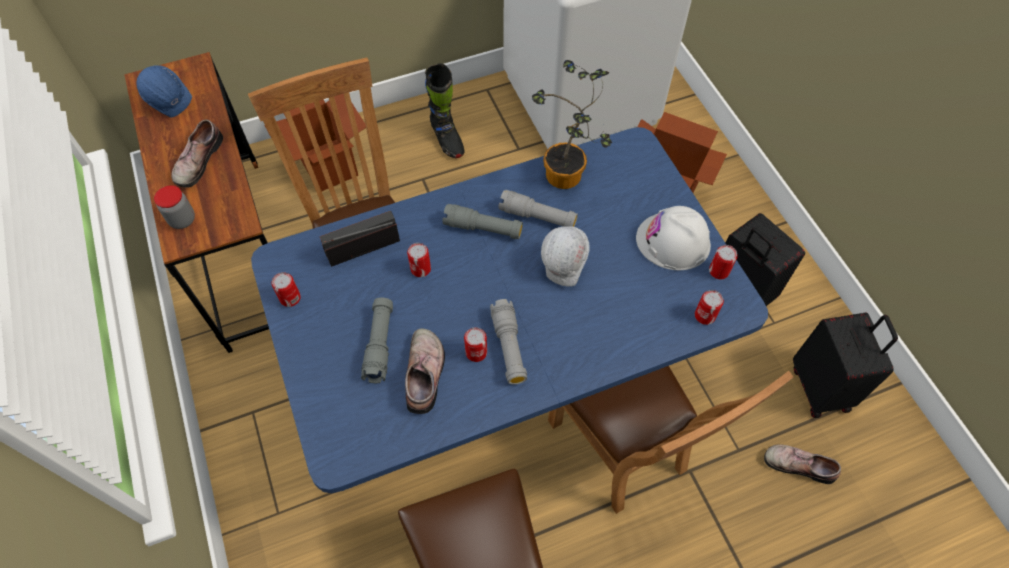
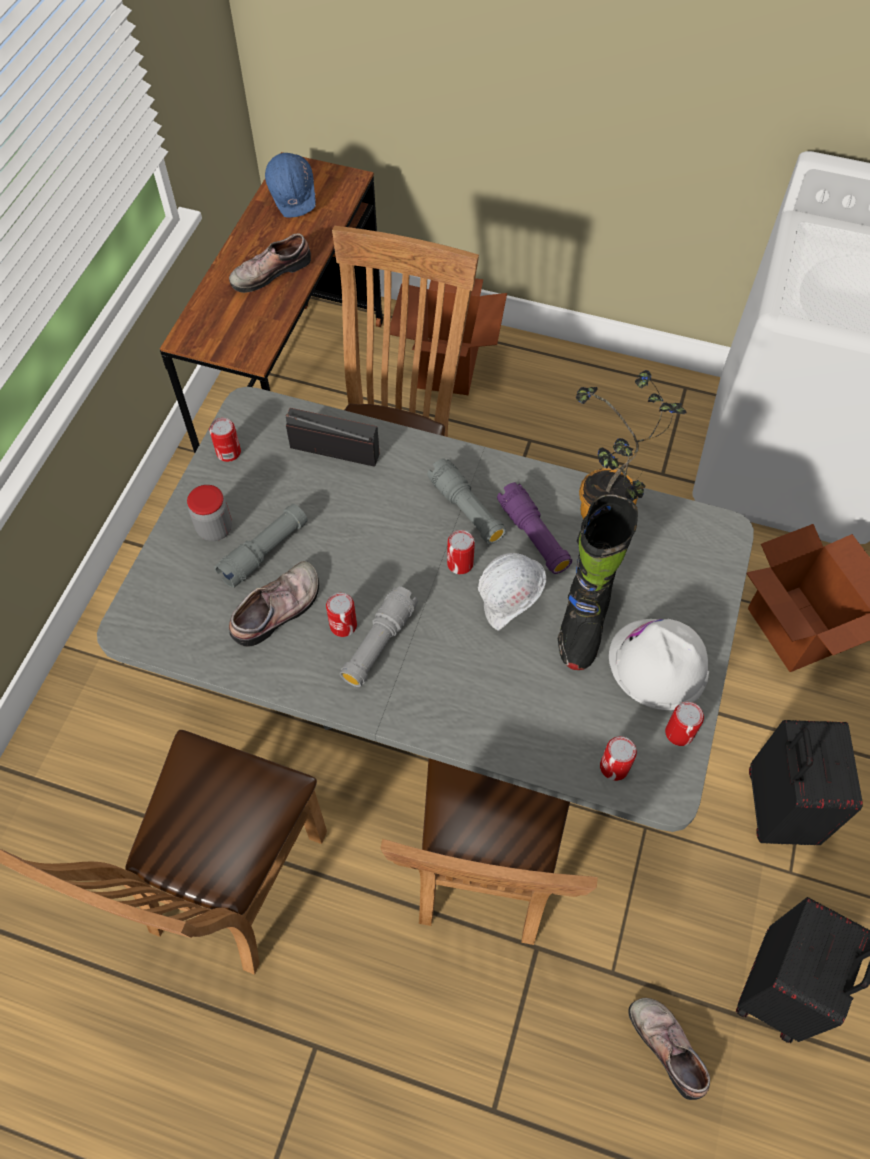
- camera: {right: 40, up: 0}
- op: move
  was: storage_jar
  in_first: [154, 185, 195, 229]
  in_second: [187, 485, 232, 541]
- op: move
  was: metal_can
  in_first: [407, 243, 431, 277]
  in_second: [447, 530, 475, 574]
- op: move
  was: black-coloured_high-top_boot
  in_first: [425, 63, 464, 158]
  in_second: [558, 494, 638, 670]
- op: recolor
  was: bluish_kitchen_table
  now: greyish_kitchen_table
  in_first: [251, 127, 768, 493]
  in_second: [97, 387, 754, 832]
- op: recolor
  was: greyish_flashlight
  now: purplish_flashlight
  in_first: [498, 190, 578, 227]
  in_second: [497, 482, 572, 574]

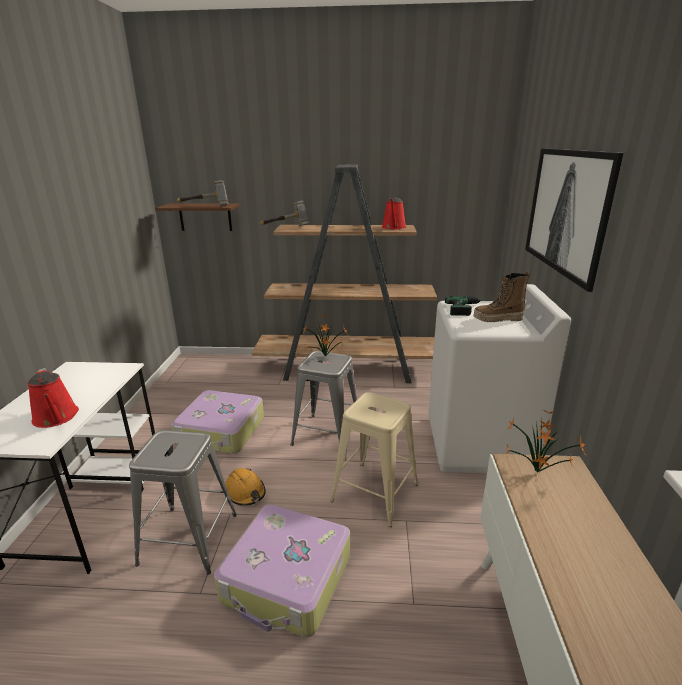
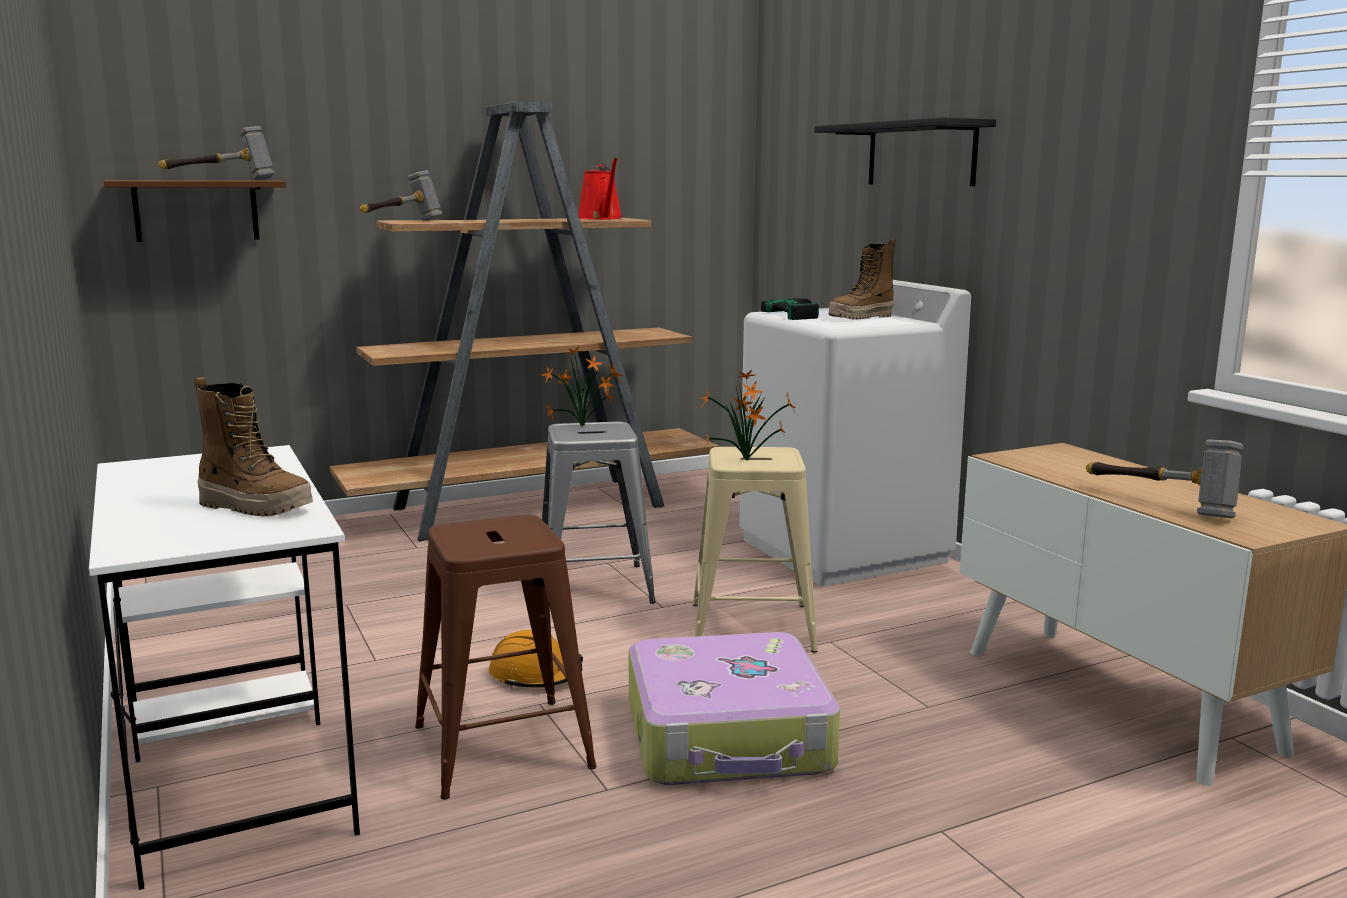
- camera: {right: -30, up: -10}
- op: delete
  was: travel_case
  in_first: [171, 390, 264, 454]
- op: insert
  now: hammer
  in_second: [1085, 439, 1243, 518]
- op: move
  was: potted_plant
  in_first: [506, 409, 587, 473]
  in_second: [702, 369, 796, 461]
- op: replace
  was: red-coloured_watering_can
  now: high-top_boot
  in_first: [27, 368, 79, 428]
  in_second: [195, 377, 313, 517]
- op: replace
  was: wall_art
  now: black-coloured_wall_shelf
  in_first: [525, 148, 624, 292]
  in_second: [815, 117, 996, 186]
- op: recolor
  was: greyish_stool
  now: brown_stool
  in_first: [129, 430, 237, 574]
  in_second: [415, 515, 597, 799]

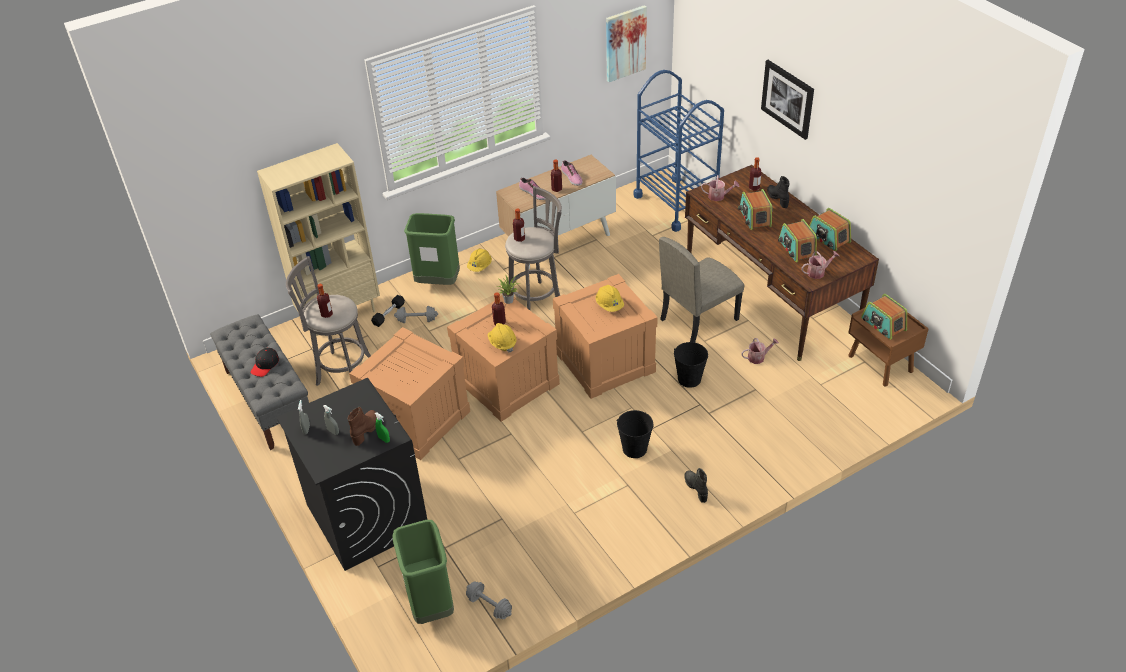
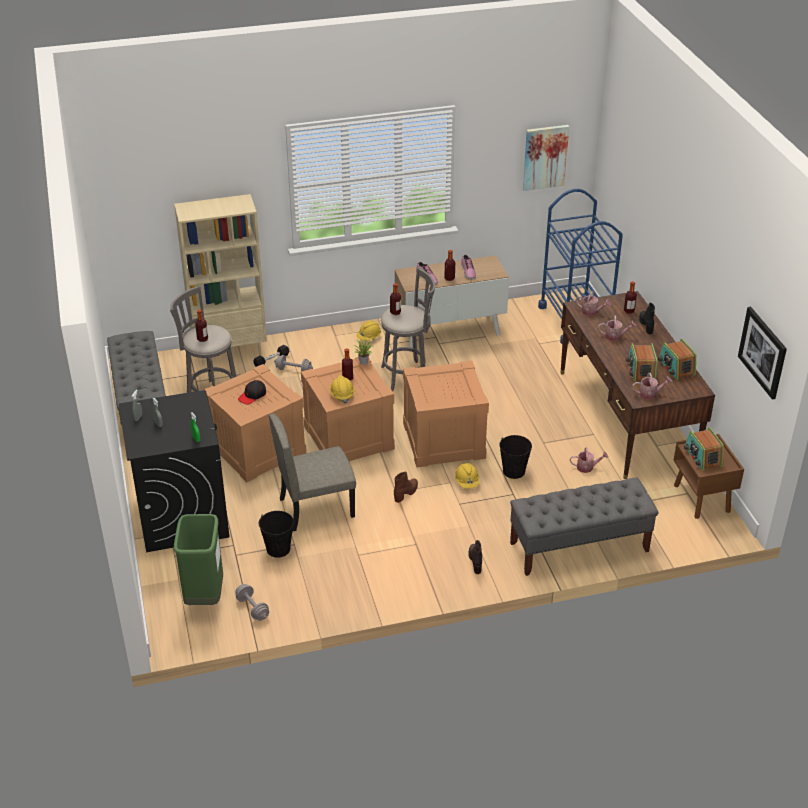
- camera: {right: 15, up: -5}
- op: delete
  was: green_waste_bin
  in_first: [404, 213, 460, 285]
- op: insert
  now: greyish_bench
  in_second: [510, 477, 658, 576]
- op: move
  was: black-coloured_peaked_cap
  in_first: [250, 348, 279, 377]
  in_second: [238, 380, 266, 405]
- op: move
  was: brown_high-top_boot
  in_first: [348, 406, 377, 446]
  in_second: [394, 472, 418, 503]
- op: move
  was: yellow_safety_helmet
  in_first: [596, 285, 624, 312]
  in_second: [455, 463, 479, 489]
- op: move
  was: black-coloured_pail
  in_first: [617, 410, 654, 458]
  in_second: [259, 511, 294, 558]
- op: move
  was: sand-coloured_chair
  in_first: [659, 237, 744, 342]
  in_second: [269, 413, 356, 531]
- op: move
  was: wall_art
  in_first: [761, 60, 814, 140]
  in_second: [738, 307, 787, 400]
- op: replace
  was: radio
  now: watering_can
  in_first: [738, 189, 772, 230]
  in_second: [598, 316, 637, 341]

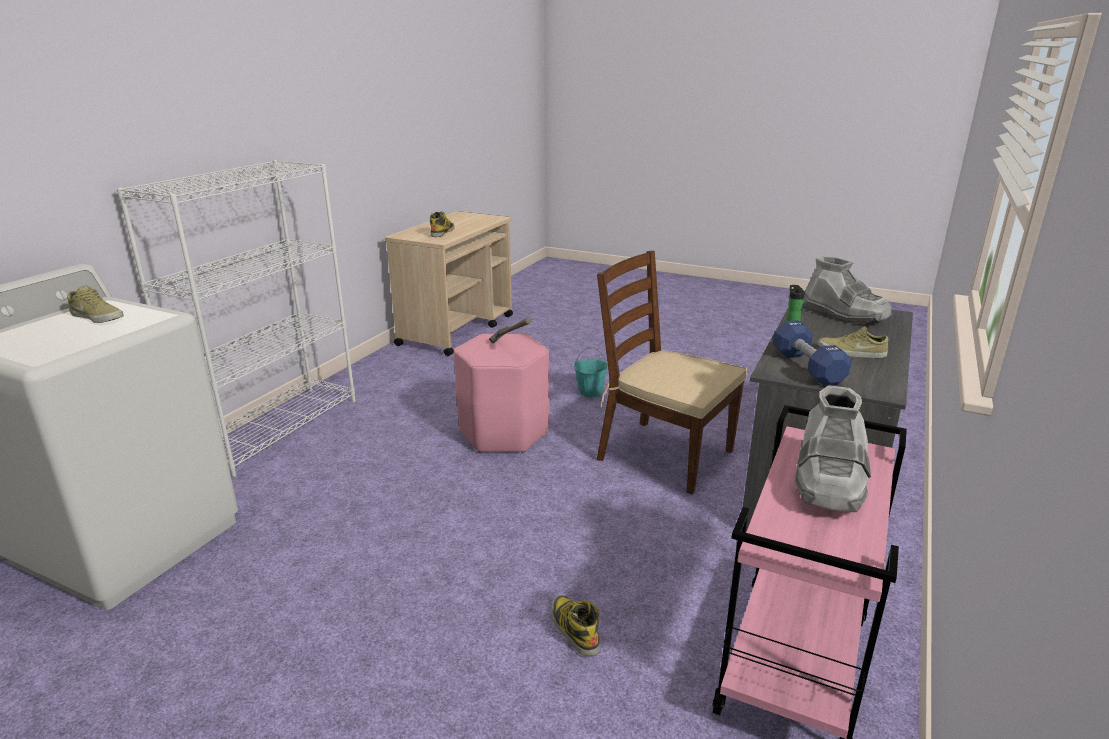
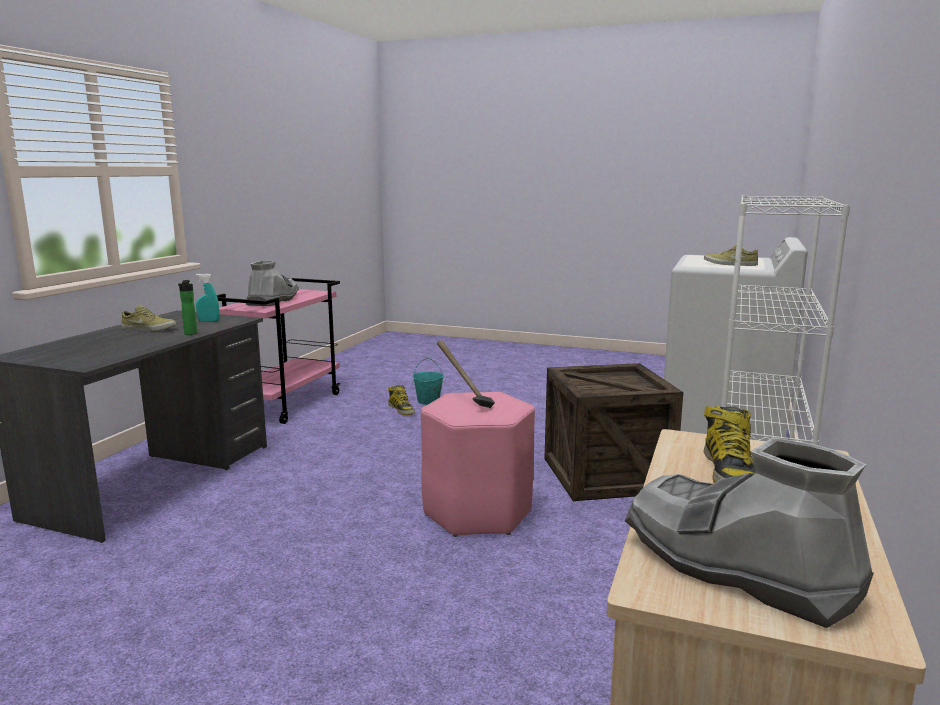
- camera: {right: 175, up: -10}
- op: delete
  was: brown_chair
  in_first: [597, 251, 747, 494]
- op: insert
  now: shipping_crate
  in_second: [544, 363, 683, 501]
- op: move
  was: blue-green_pail
  in_first: [574, 347, 608, 397]
  in_second: [413, 358, 444, 405]
- op: move
  was: greyish_high-top_boot
  in_first: [802, 256, 893, 323]
  in_second: [625, 437, 874, 628]
- op: replace
  was: bluish_hand_weight
  now: blue-green_hand_sprayer
  in_first: [773, 320, 852, 386]
  in_second: [196, 273, 219, 322]

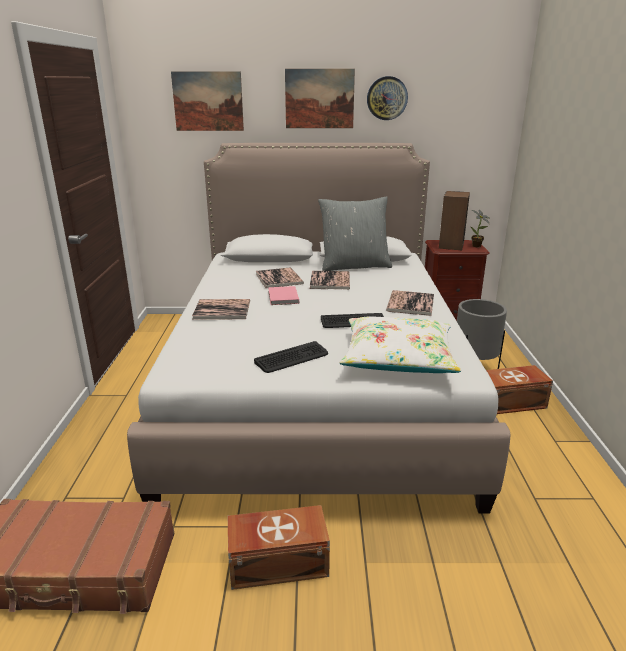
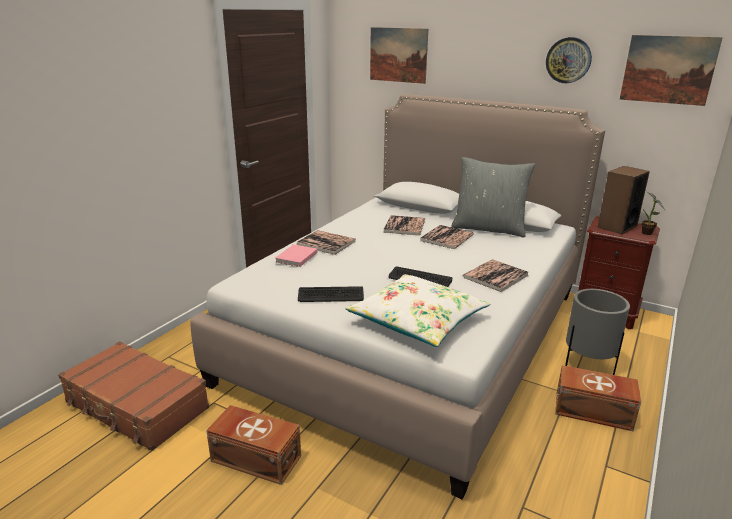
- camera: {right: 30, up: 0}
- op: move
  was: pink_book
  in_first: [268, 286, 299, 305]
  in_second: [275, 244, 317, 267]
- op: move
  was: wall_art
  in_first: [285, 69, 355, 128]
  in_second: [620, 35, 723, 106]

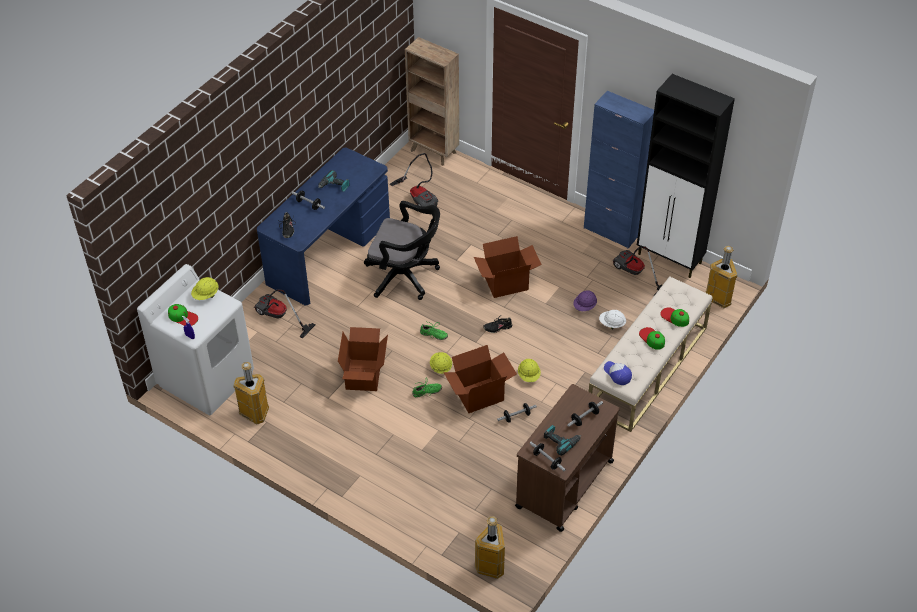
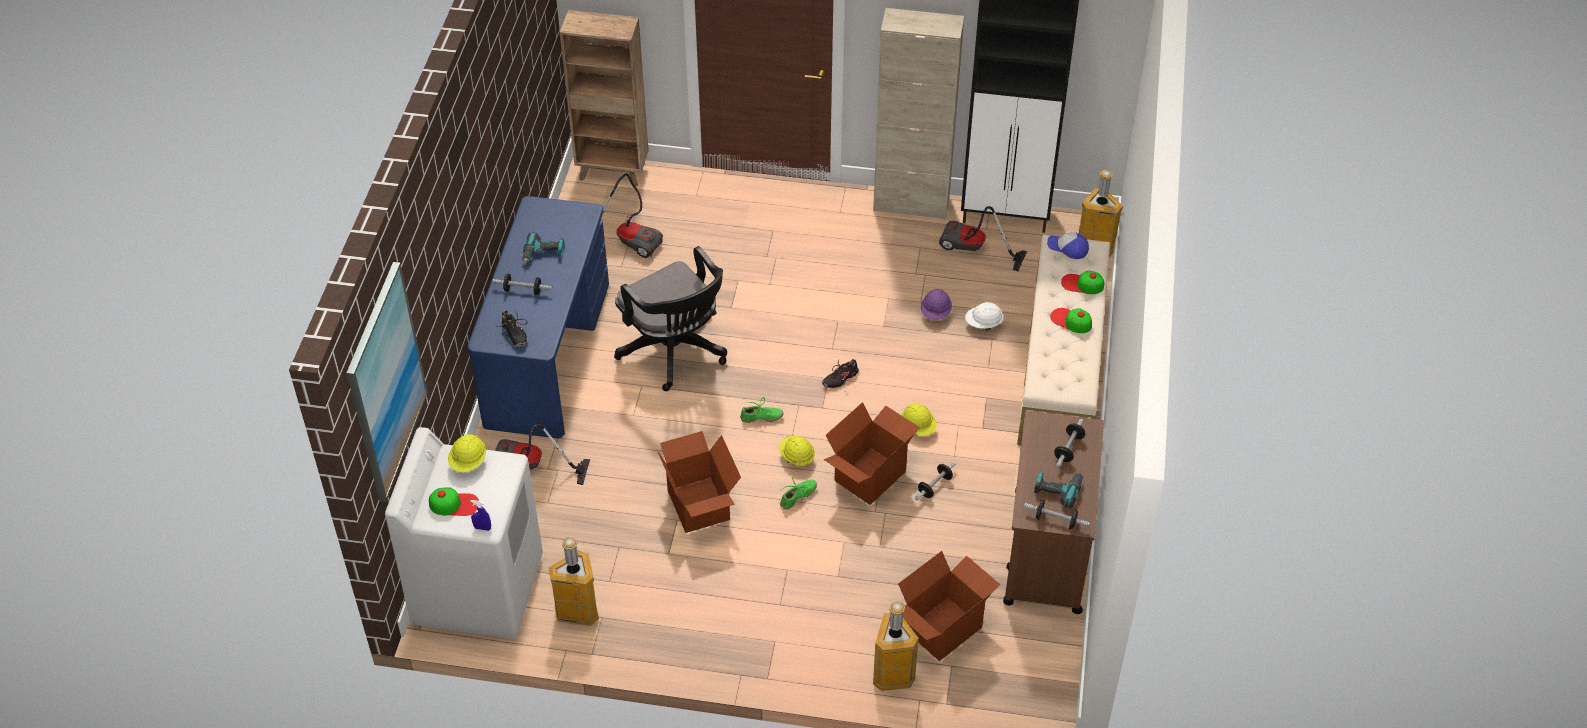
- camera: {right: -25, up: 0}
- op: insert
  now: wall_art
  in_second: [346, 262, 428, 502]
- op: move
  was: carton
  in_first: [474, 236, 542, 298]
  in_second: [898, 551, 1000, 661]
- op: move
  was: waste_bin
  in_first: [475, 516, 505, 579]
  in_second: [873, 601, 919, 691]
- op: move
  was: peaked_cap
  in_first: [604, 361, 632, 385]
  in_second: [1047, 232, 1089, 259]
- op: recolor
  was: bluish_cabinet
  now: sand-coloured_cabinet
  in_first: [584, 91, 654, 248]
  in_second: [873, 8, 964, 220]
- op: rotate
  was: black-coloured_desk_chair
  in_first: [364, 201, 440, 300]
  in_second: [614, 246, 727, 391]
  clockwise: 60

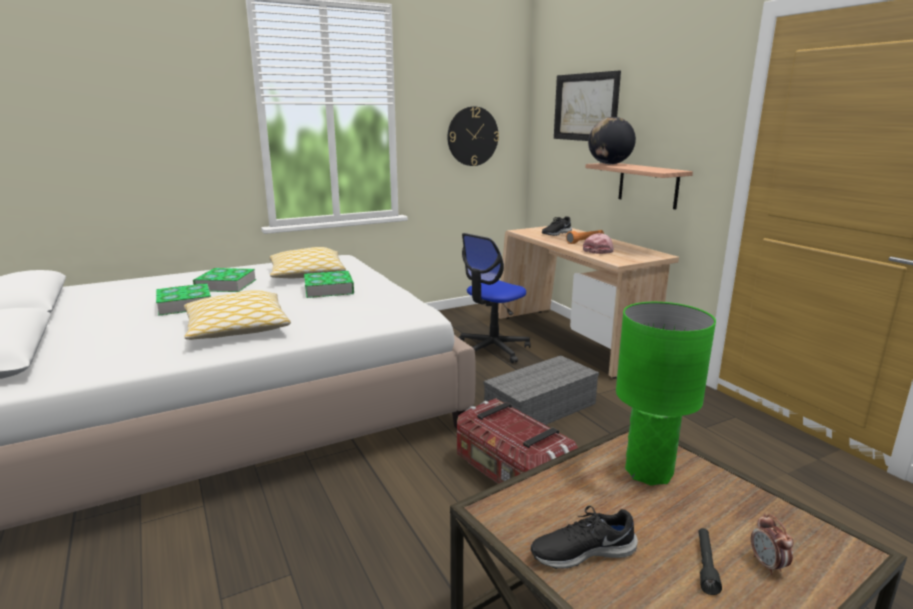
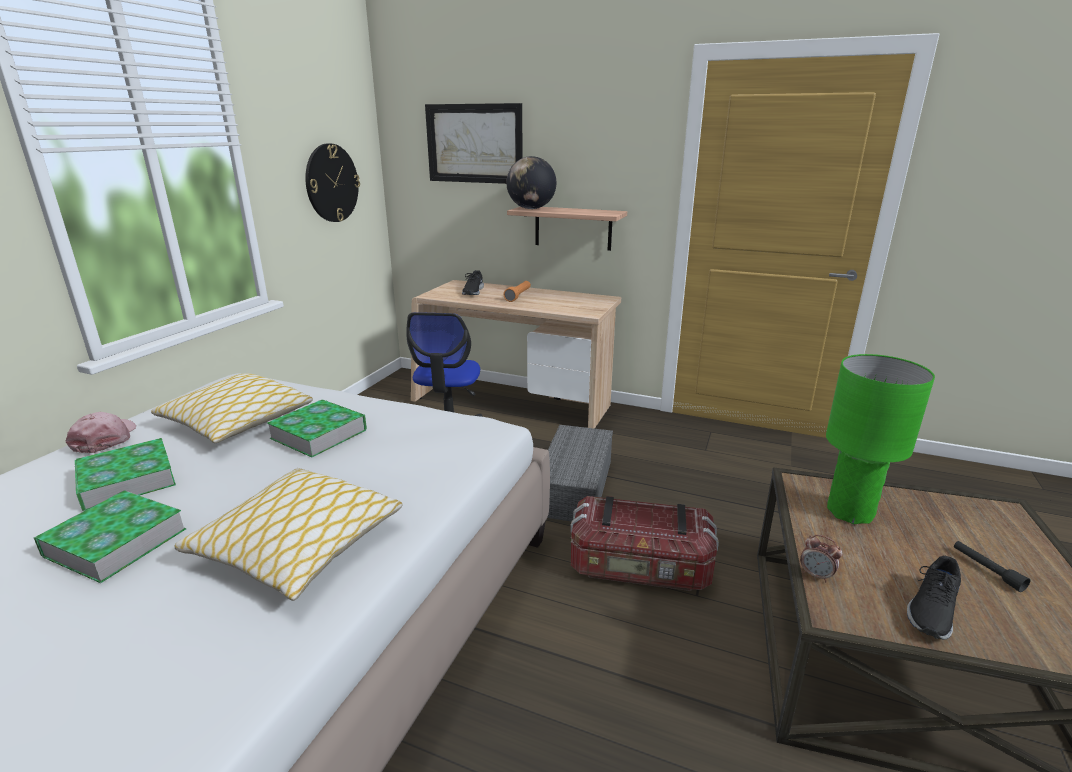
- camera: {right: -40, up: 5}
- op: move
  was: pink_peaked_cap
  in_first: [583, 233, 614, 254]
  in_second: [66, 412, 136, 453]
- op: move
  was: alarm_clock
  in_first: [751, 514, 793, 575]
  in_second: [800, 535, 842, 582]

